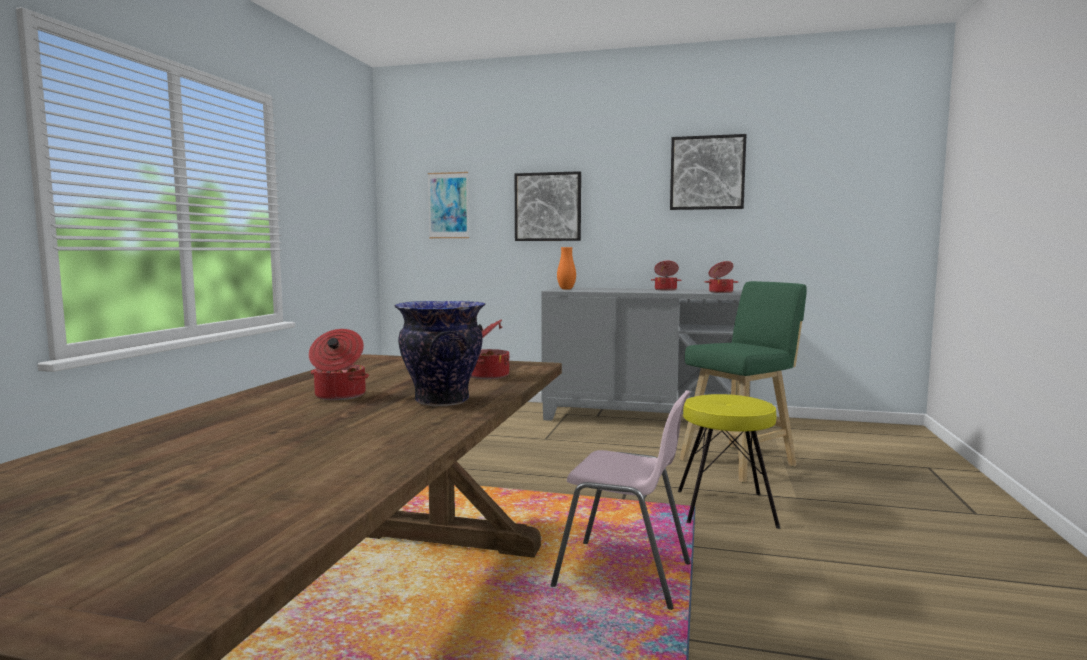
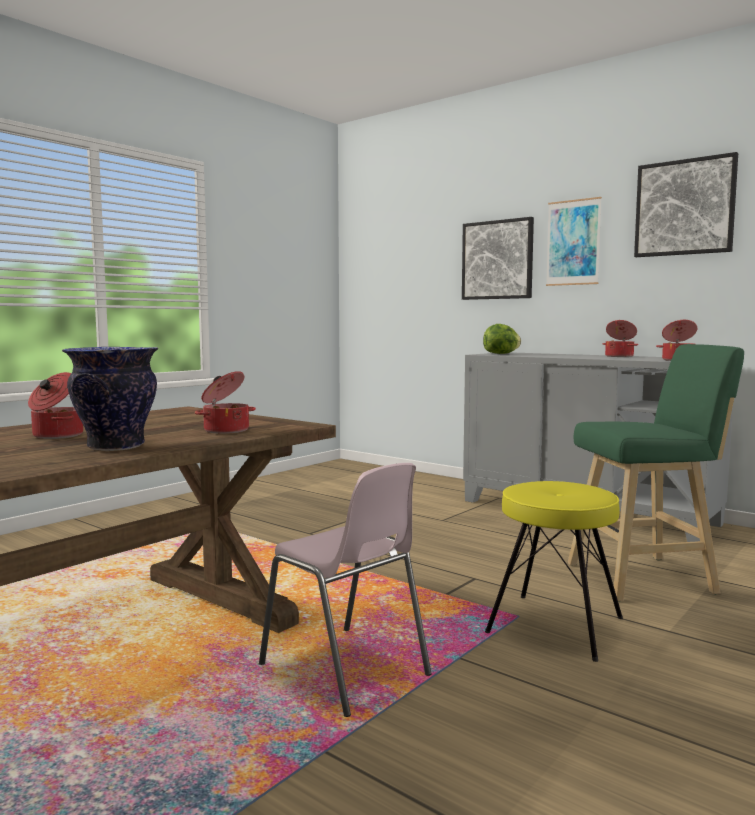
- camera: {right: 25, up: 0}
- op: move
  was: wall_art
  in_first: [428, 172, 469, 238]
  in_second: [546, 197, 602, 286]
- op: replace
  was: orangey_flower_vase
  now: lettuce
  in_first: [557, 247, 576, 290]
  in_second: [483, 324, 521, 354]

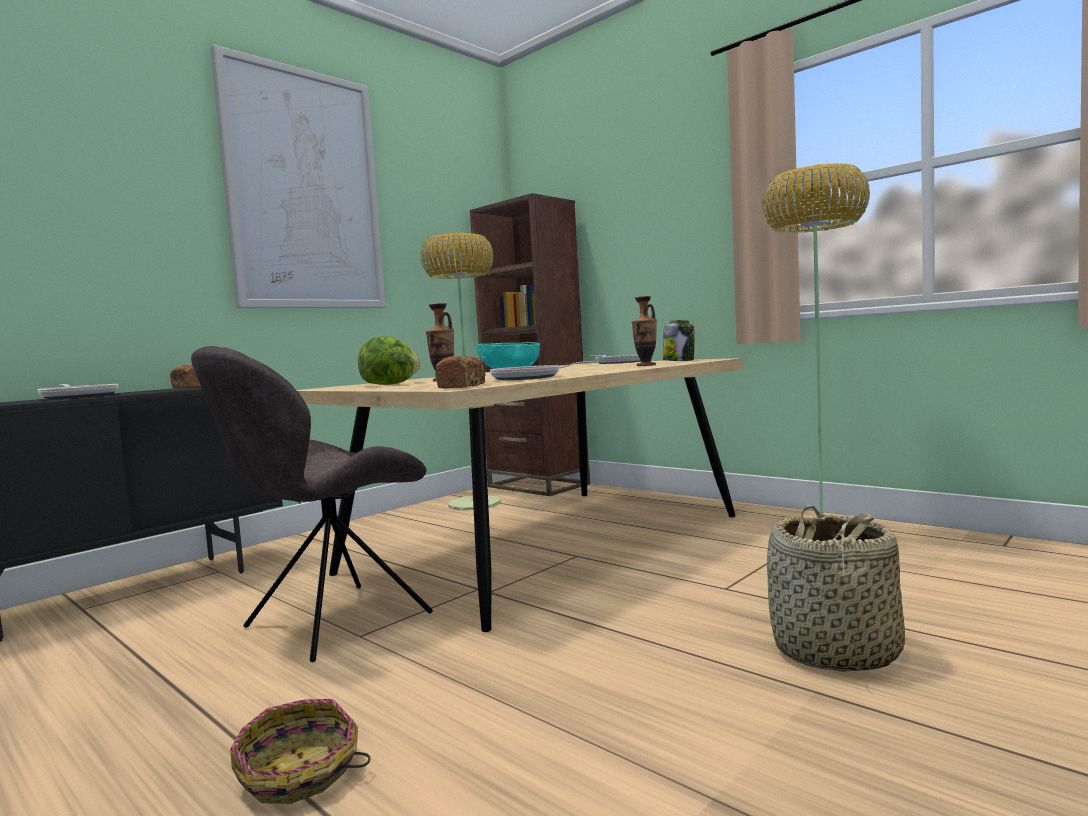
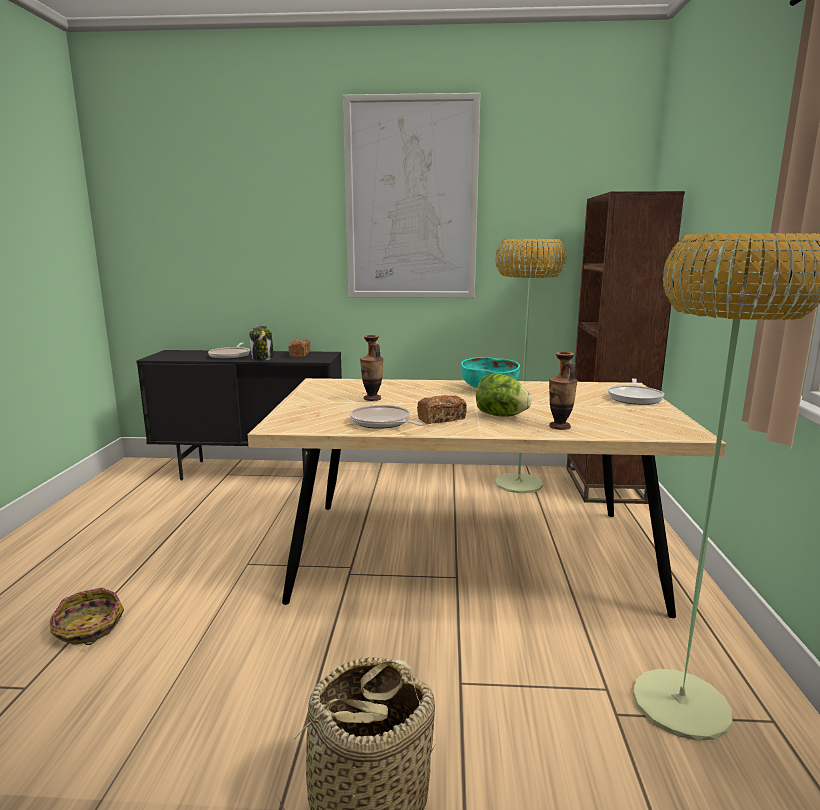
- camera: {right: 50, up: 10}
- op: delete
  was: greyish_chair
  in_first: [191, 346, 433, 662]
- op: move
  was: lettuce
  in_first: [358, 336, 420, 385]
  in_second: [476, 373, 532, 417]
- op: move
  was: bakery_bread
  in_first: [435, 356, 486, 388]
  in_second: [417, 395, 467, 424]
- op: move
  was: storage_jar
  in_first: [663, 320, 695, 361]
  in_second: [249, 326, 274, 361]

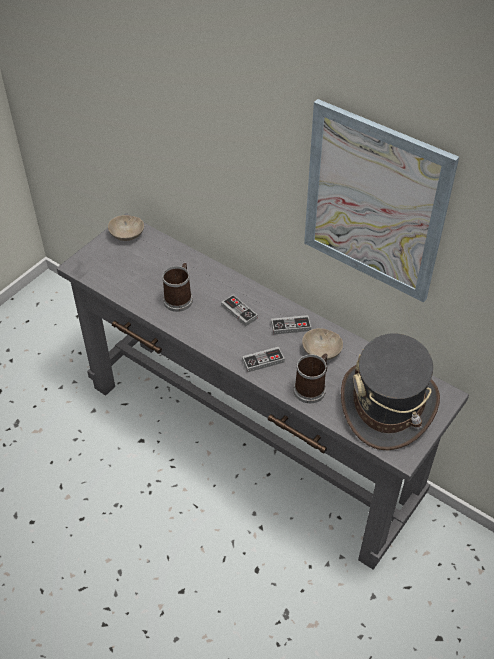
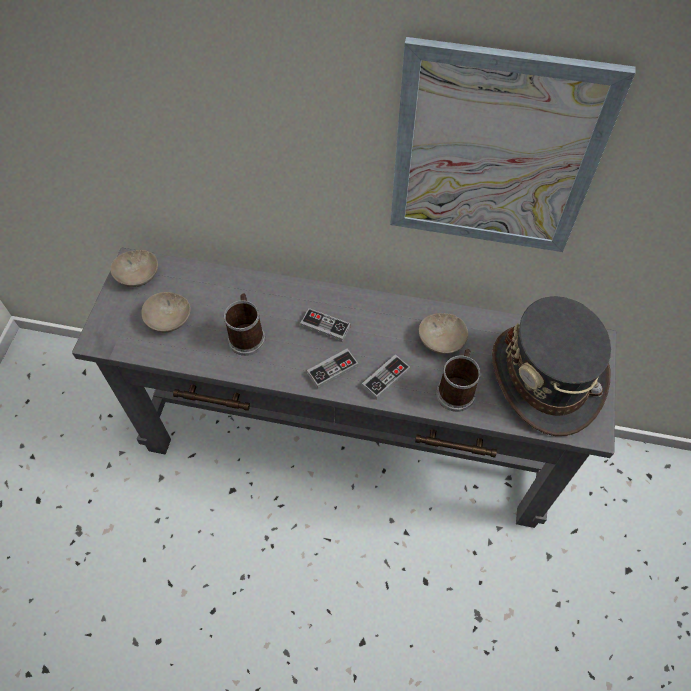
- camera: {right: -25, up: 10}
- op: insert
  now: sand-coloured_deep_dish
  in_second: [141, 292, 191, 332]
- op: move
  was: gamepad
  in_first: [271, 315, 311, 335]
  in_second: [307, 348, 358, 389]

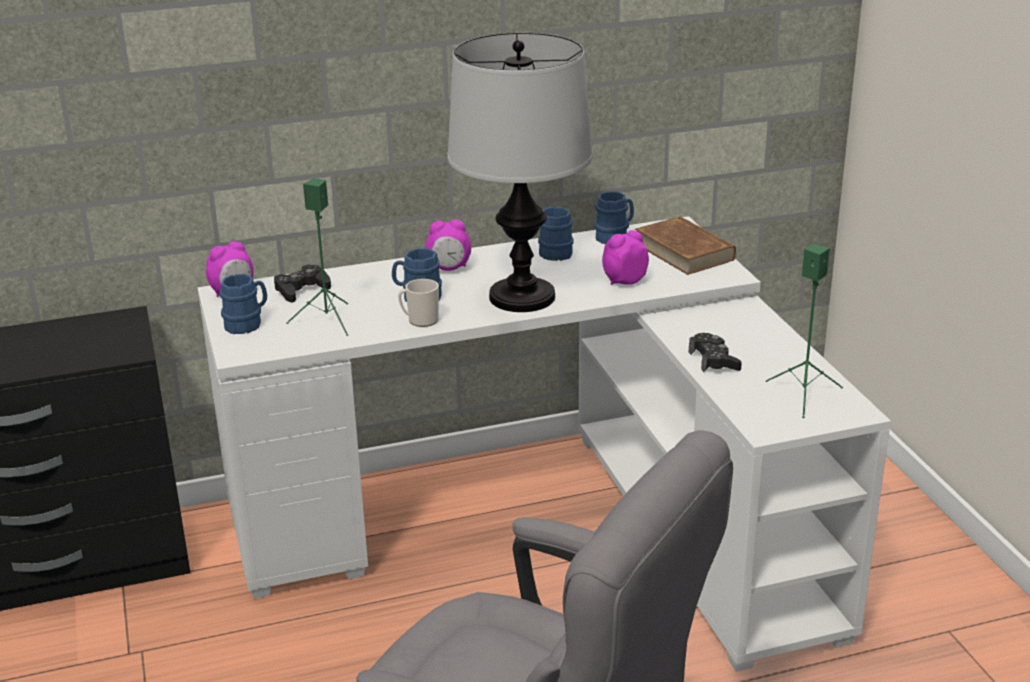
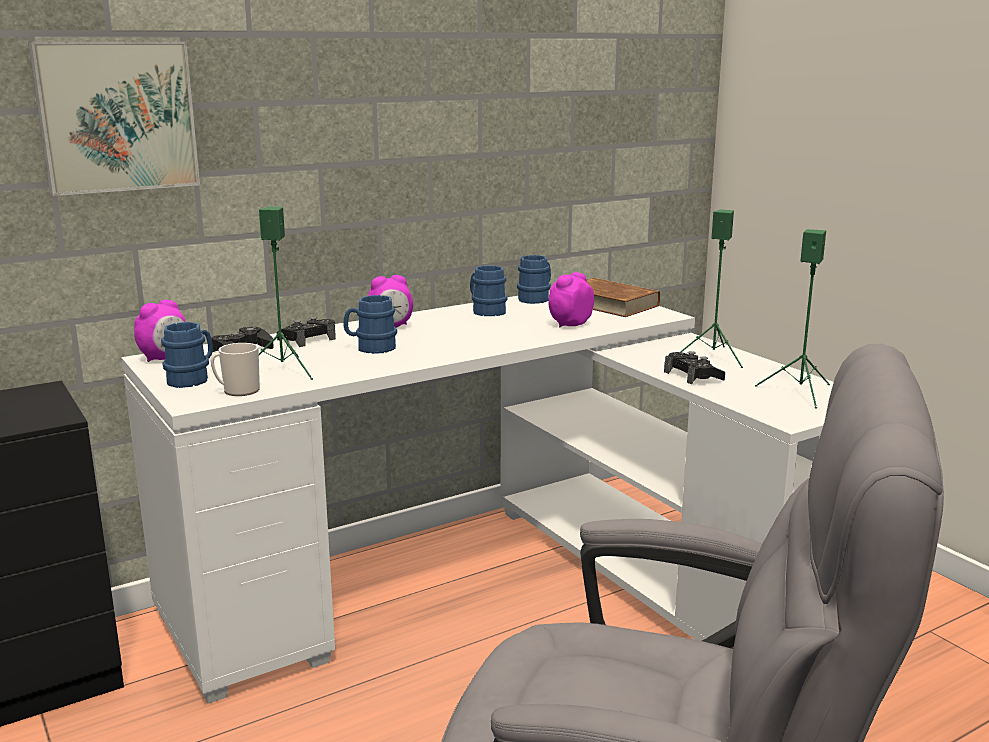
- camera: {right: -15, up: -10}
- op: delete
  was: lamp_for_a_table
  in_first: [447, 33, 593, 312]
- op: insert
  now: wall_art
  in_second: [28, 41, 200, 196]
- op: insert
  now: black-coloured_gamepad
  in_second: [277, 317, 336, 347]
- op: insert
  now: green_loudspeaker
  in_second: [680, 209, 743, 368]
- op: move
  was: coffee_mug
  in_first: [398, 279, 439, 327]
  in_second: [210, 343, 260, 396]

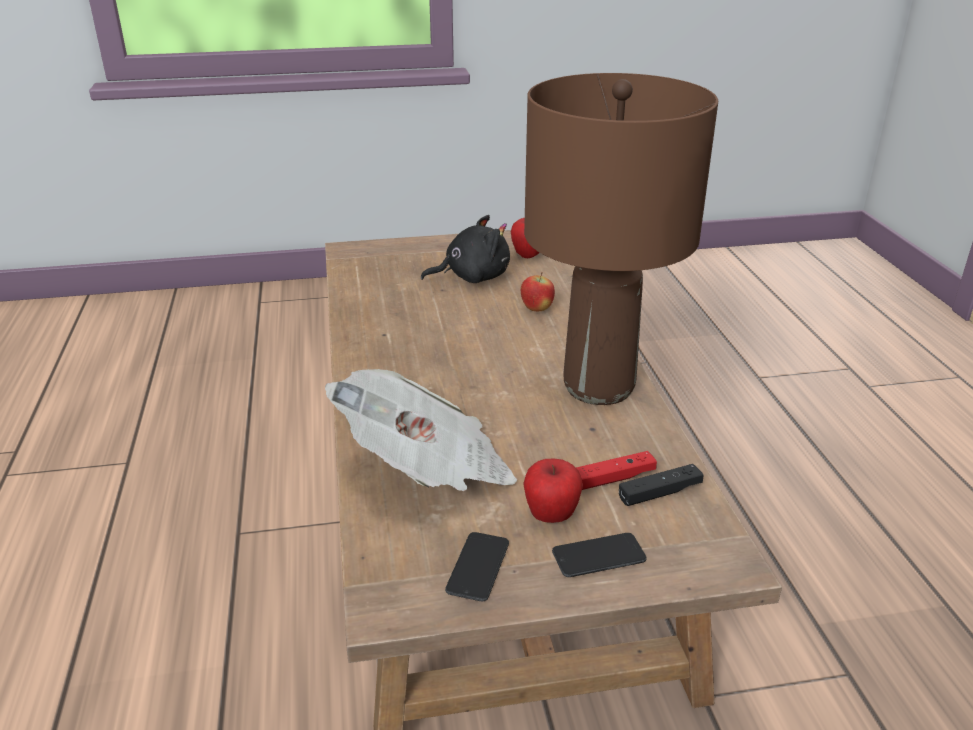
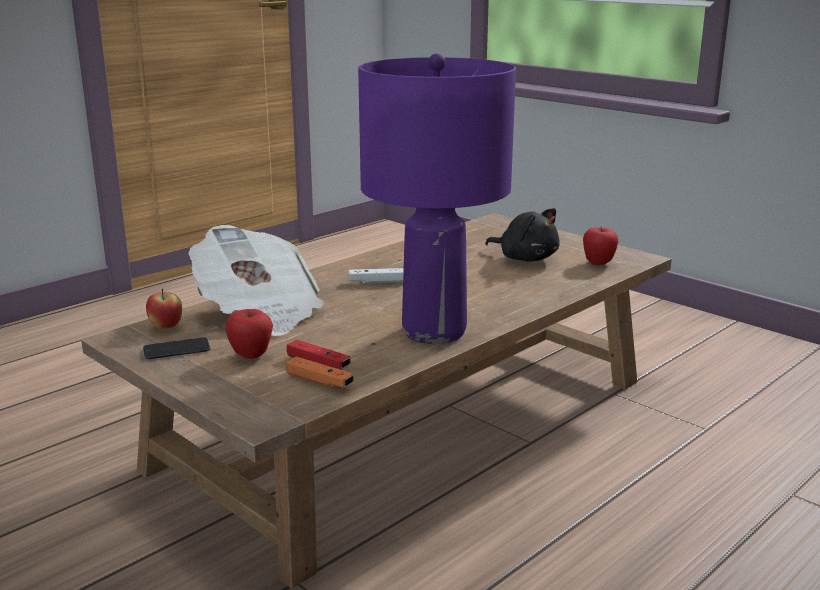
- camera: {right: 55, up: -10}
- op: delete
  was: phone
  in_first: [552, 533, 647, 577]
- op: insert
  now: white-coloured_gamepad
  in_second: [349, 268, 404, 283]
- op: move
  was: apple
  in_first: [521, 272, 555, 311]
  in_second: [146, 289, 182, 329]
- op: recolor
  was: brown_lamp_for_a_table
  now: purplish_lamp_for_a_table
  in_first: [524, 73, 718, 405]
  in_second: [358, 53, 516, 344]
- op: recolor
  was: black-coloured_gamepad
  now: orangey_gamepad
  in_first: [619, 464, 704, 506]
  in_second: [286, 357, 354, 388]

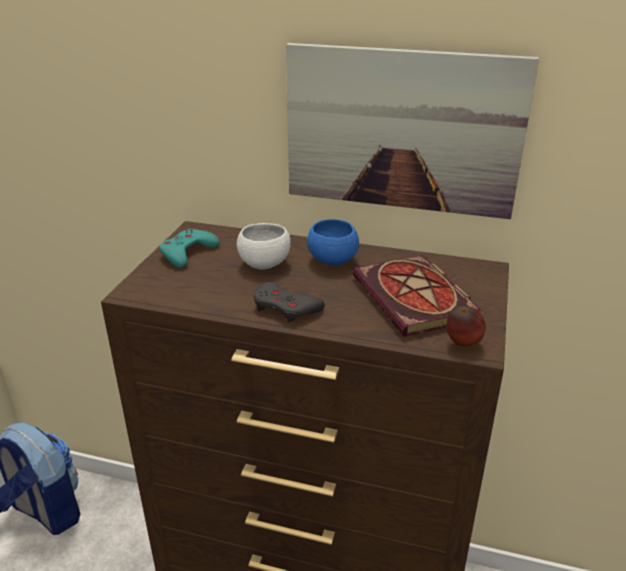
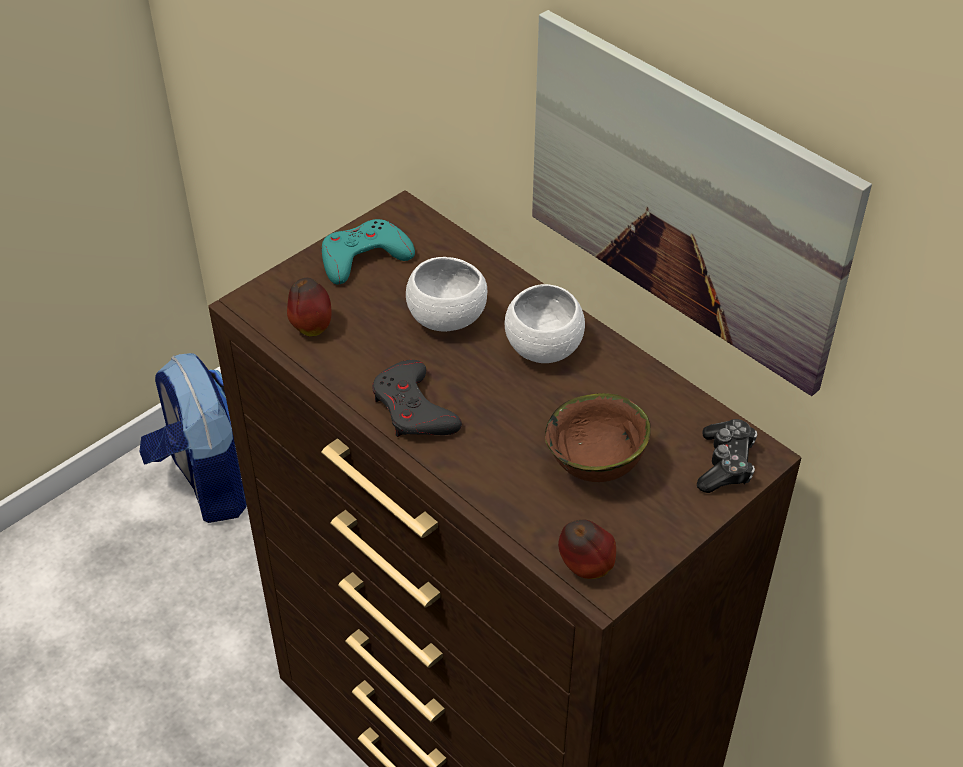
- camera: {right: 30, up: 15}
- op: insert
  now: apple
  in_second: [287, 278, 332, 336]
- op: insert
  now: gamepad
  in_second: [697, 419, 757, 493]
- op: replace
  was: book
  now: brown_deep_dish
  in_first: [352, 255, 481, 337]
  in_second: [545, 393, 651, 482]
- op: recolor
  was: bluish_deep_dish
  now: white-coloured_deep_dish
  in_first: [307, 219, 359, 266]
  in_second: [505, 284, 585, 363]

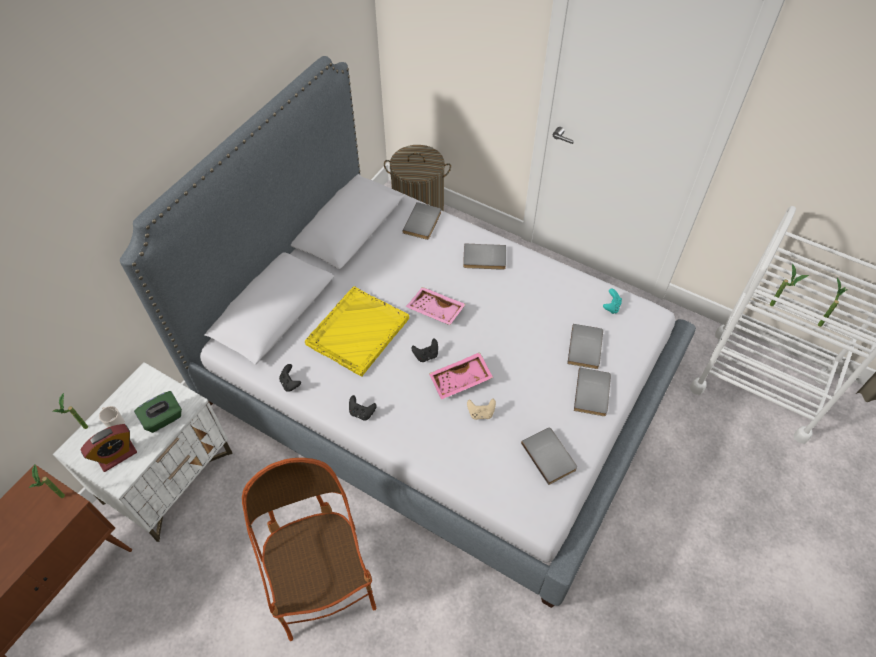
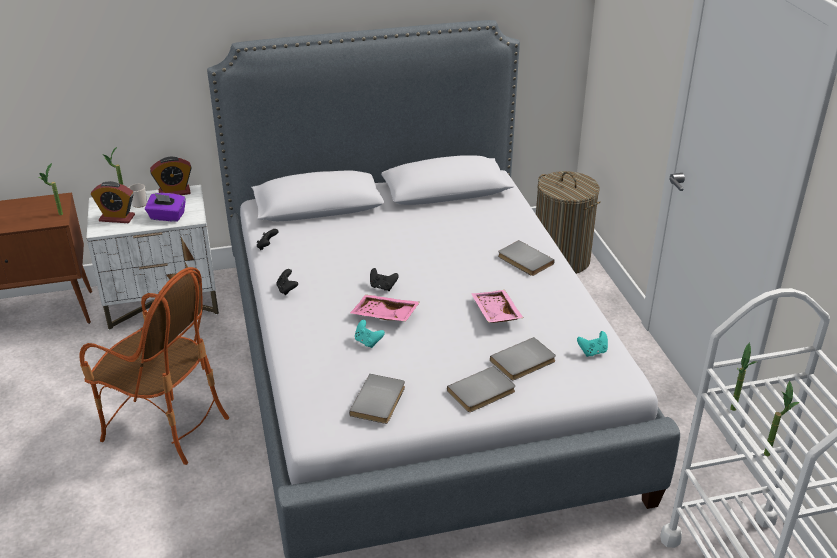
- camera: {right: 45, up: -20}
- op: delete
  was: yellow_tray
  in_first: [305, 286, 409, 377]
- op: delete
  was: greyish_book
  in_first: [402, 202, 441, 240]
- op: insert
  now: alarm_clock
  in_second: [150, 157, 192, 195]
- op: move
  was: pink_tray
  in_first: [406, 287, 466, 325]
  in_second: [471, 290, 523, 323]
- op: recolor
  was: green_tissue_holder
  now: purplish_tissue_holder
  in_first: [134, 391, 182, 433]
  in_second: [145, 193, 186, 222]
- op: recolor
  was: sand-coloured_gamepad
  now: blue-green_gamepad
  in_first: [467, 398, 496, 420]
  in_second: [355, 320, 385, 348]
- op: rotate
  was: easy_chair
  in_first: [242, 458, 376, 641]
  in_second: [79, 267, 229, 465]
  clockwise: 90

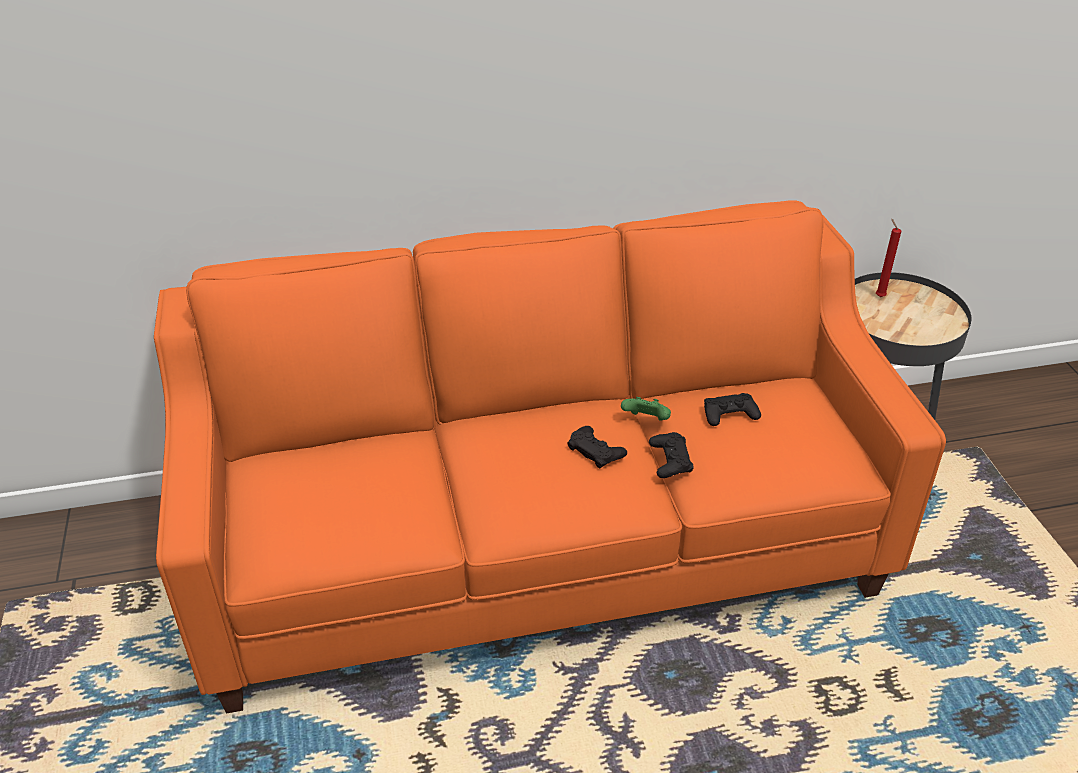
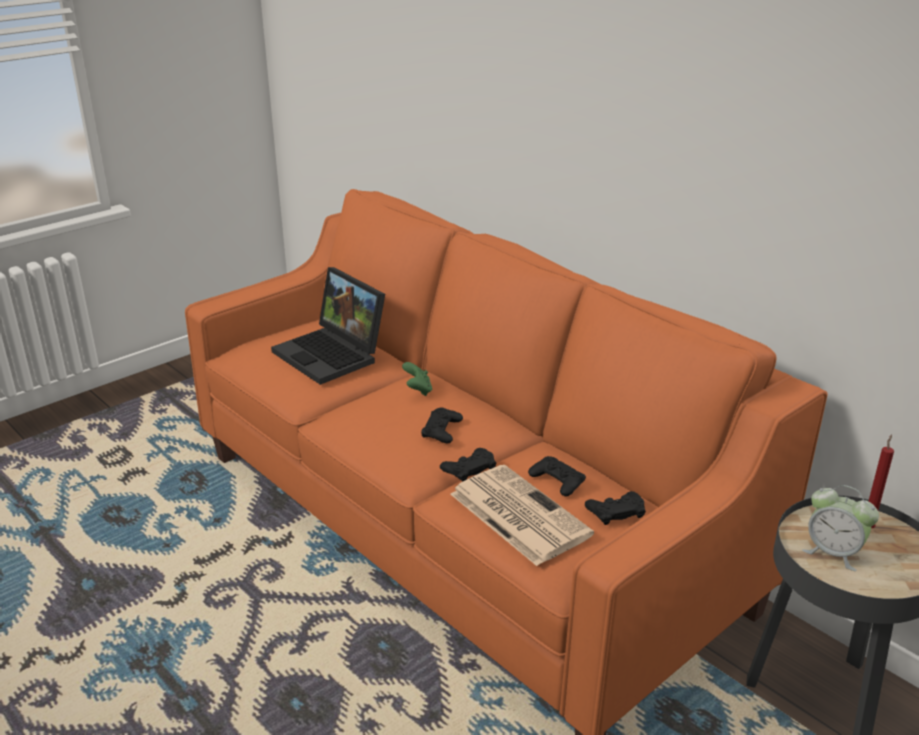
- camera: {right: 60, up: -10}
- op: insert
  now: portable_computer
  in_second: [271, 267, 385, 385]
- op: insert
  now: daily_paper
  in_second: [451, 465, 594, 566]
- op: insert
  now: black-coloured_gamepad
  in_second: [585, 491, 646, 525]
- op: insert
  now: alarm_clock
  in_second: [802, 485, 879, 571]
- op: move
  was: green_gamepad
  in_first: [621, 397, 671, 420]
  in_second: [402, 362, 432, 396]

